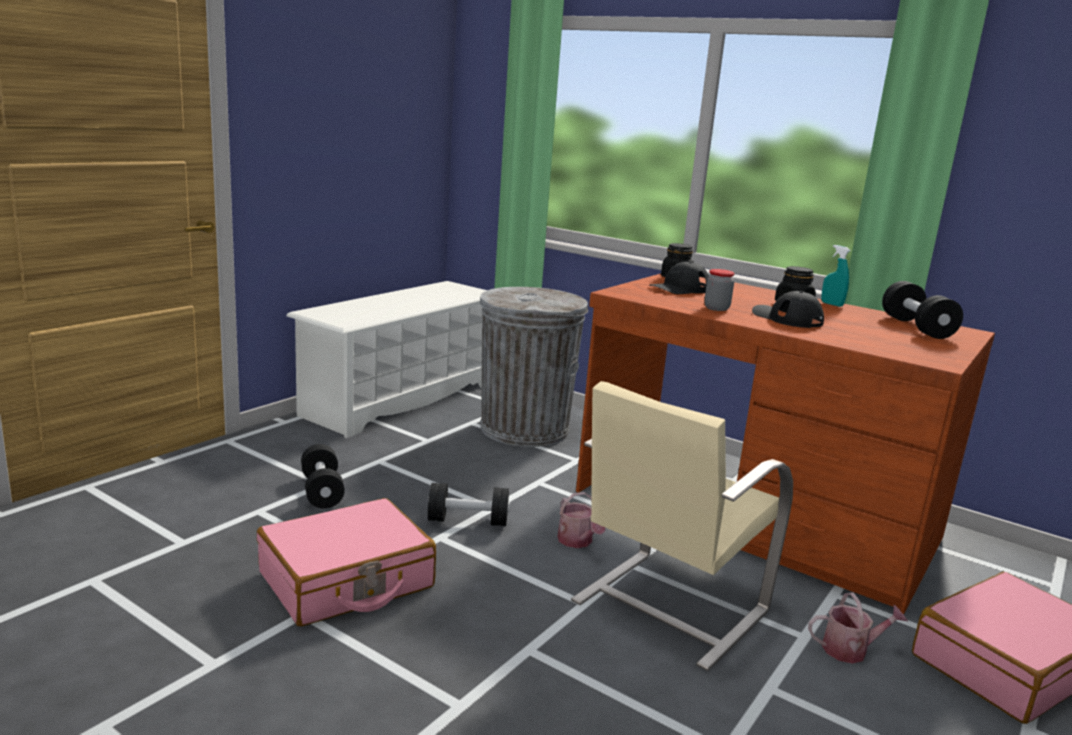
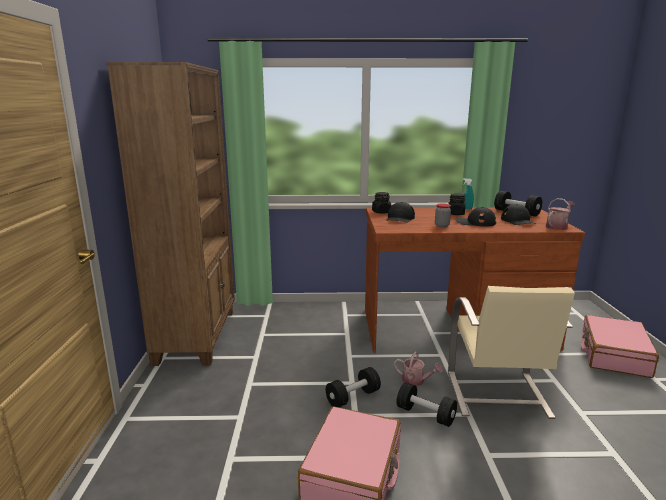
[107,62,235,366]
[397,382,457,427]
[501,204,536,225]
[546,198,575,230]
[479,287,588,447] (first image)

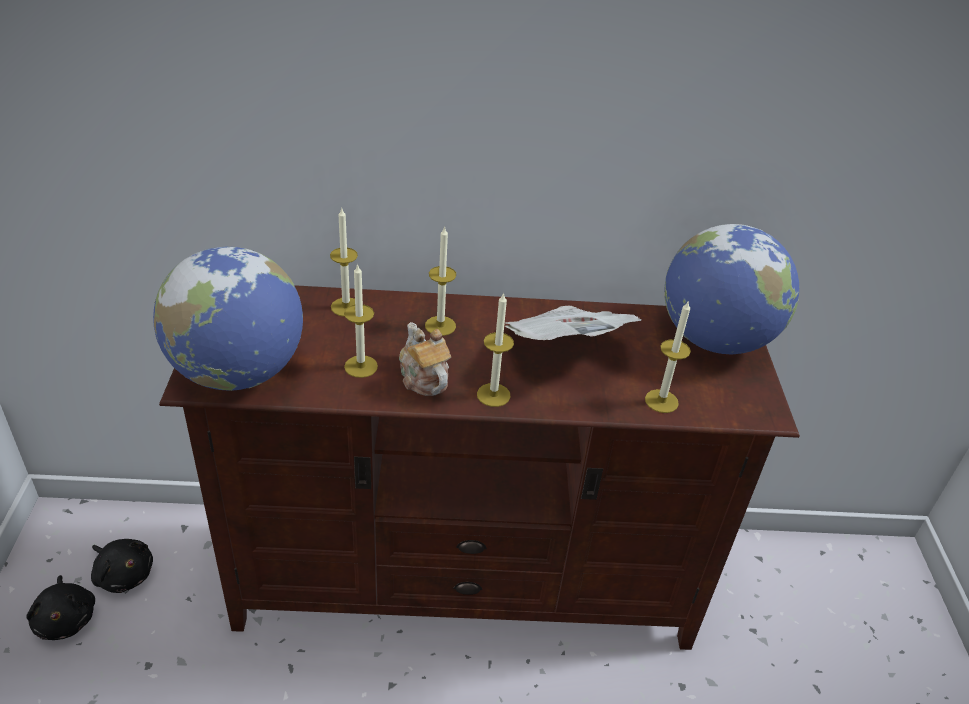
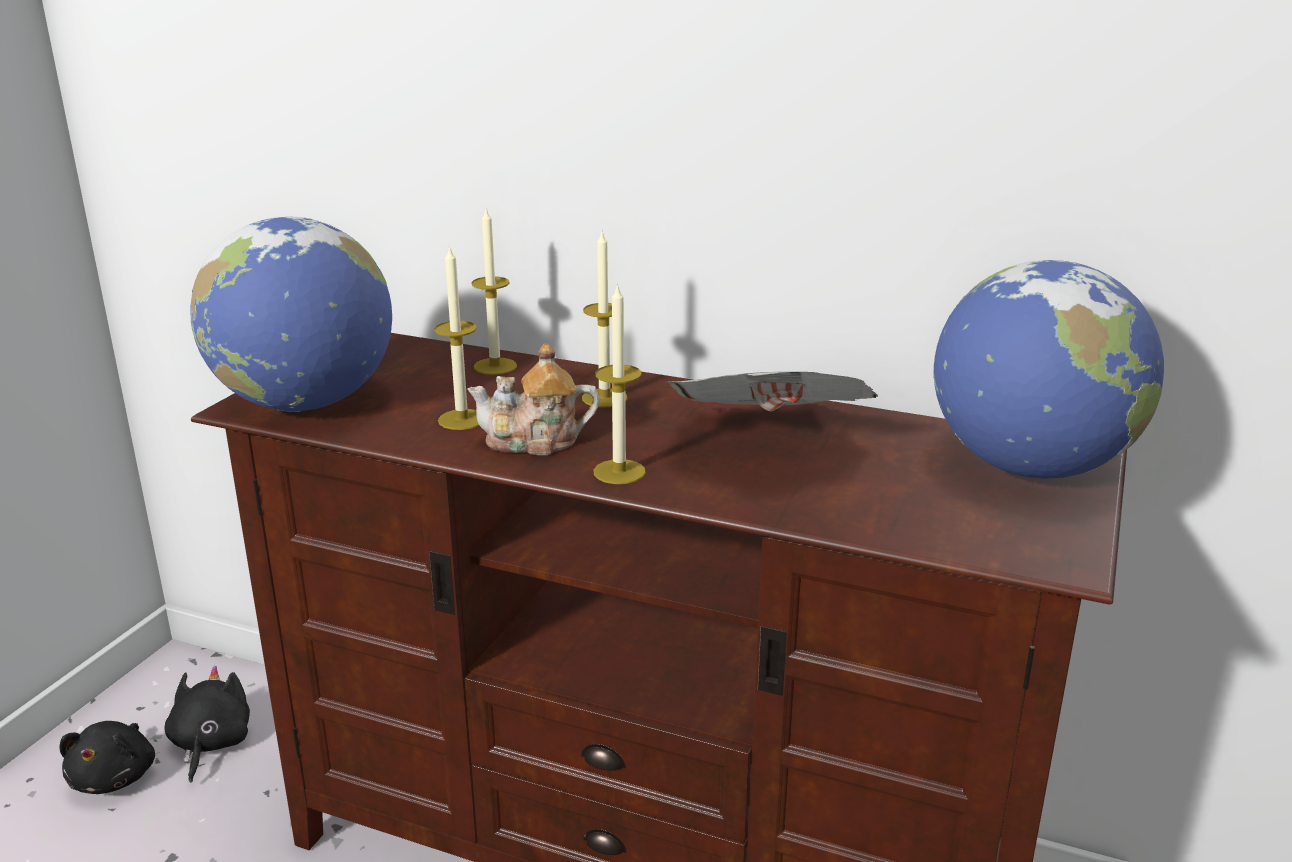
[164,666,250,783]
[467,343,599,455]
[645,300,691,413] (first image)

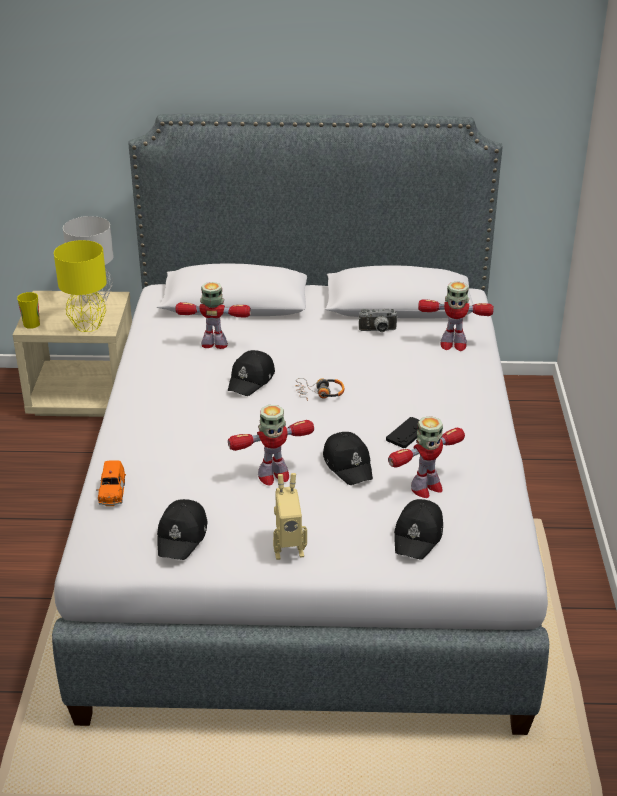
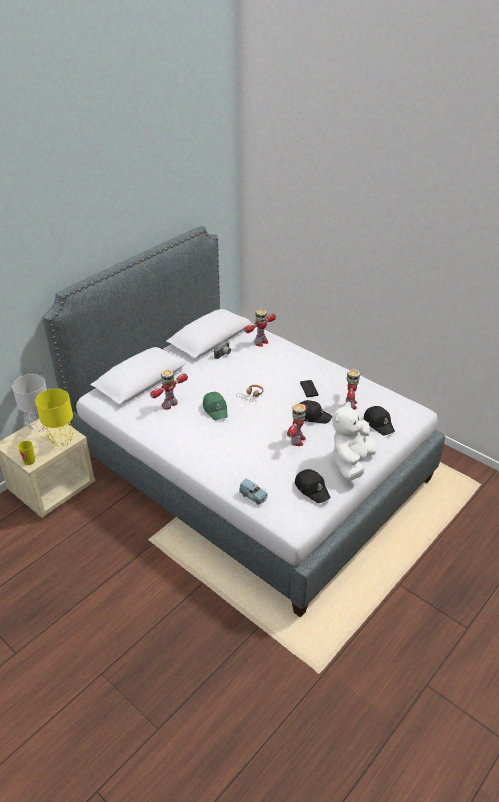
[203,392,228,420]
[239,479,268,505]
[331,402,377,480]

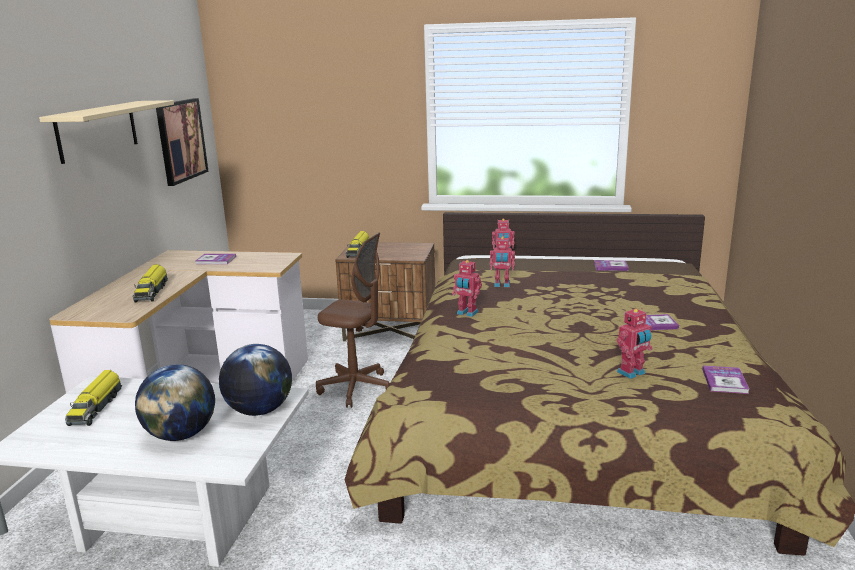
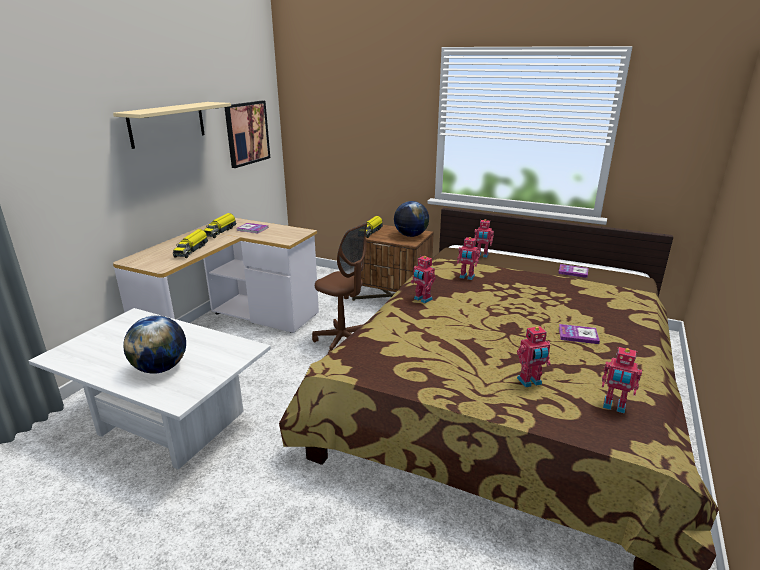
[203,213,237,238]
[394,201,429,237]
[602,347,642,414]

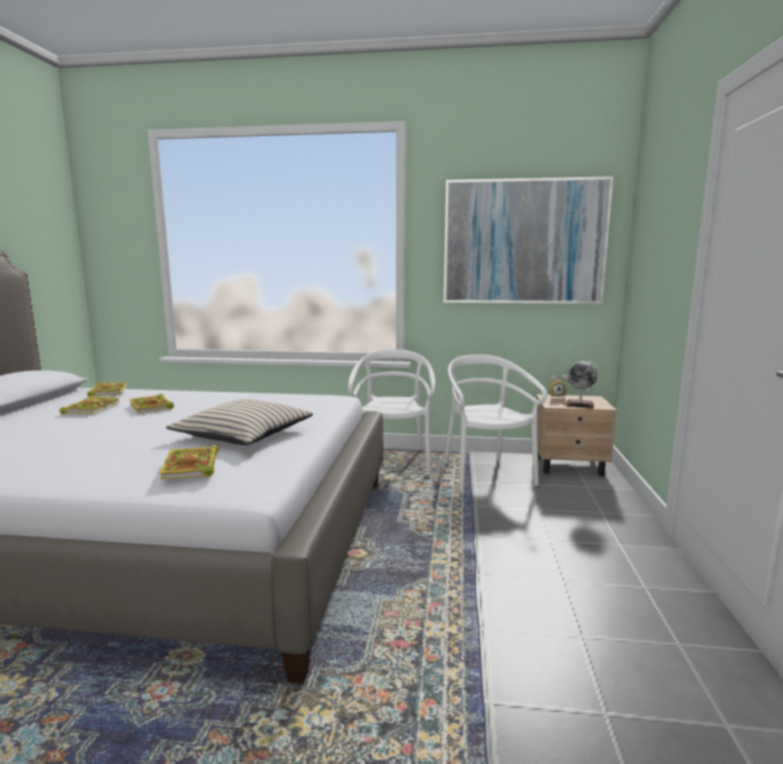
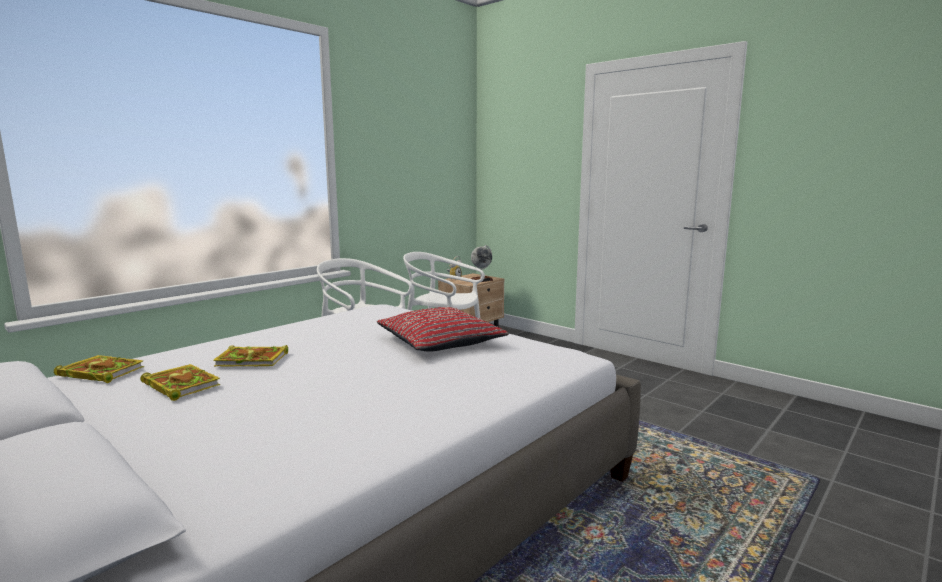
[377,307,509,352]
[159,445,219,480] (first image)
[444,176,613,304] (first image)

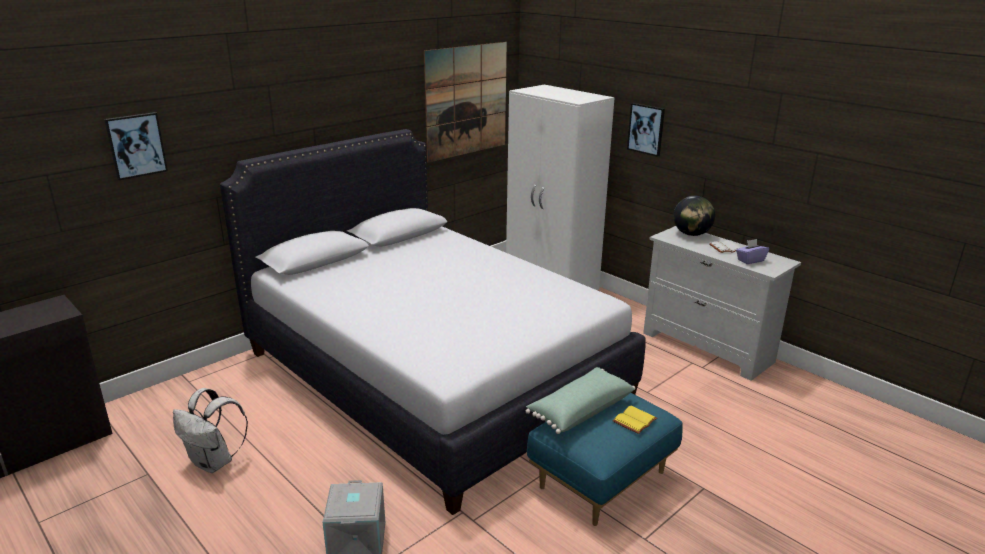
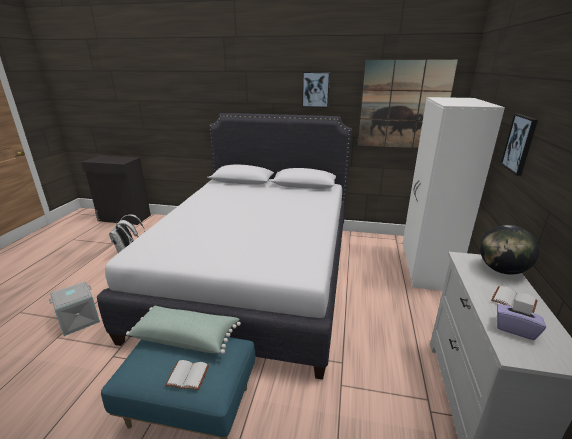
[165,360,209,390]
[302,72,330,108]

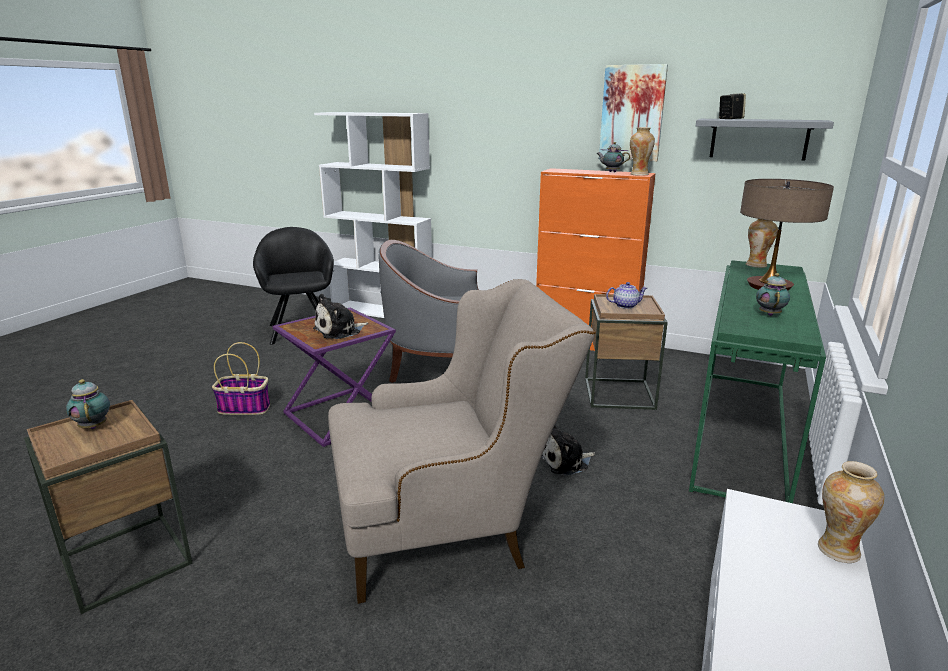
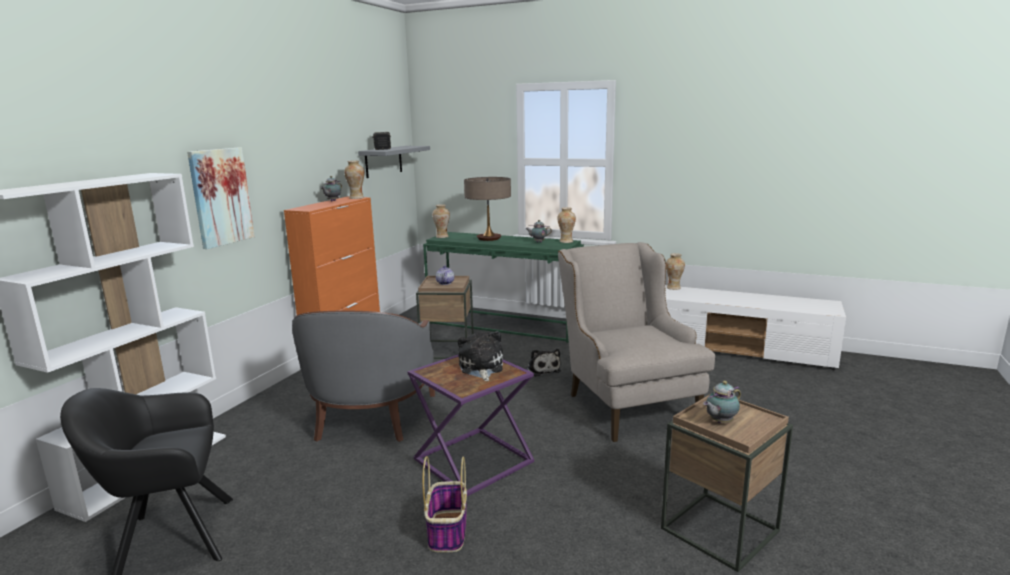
[187,148,255,249]
[458,331,503,381]
[557,207,576,243]

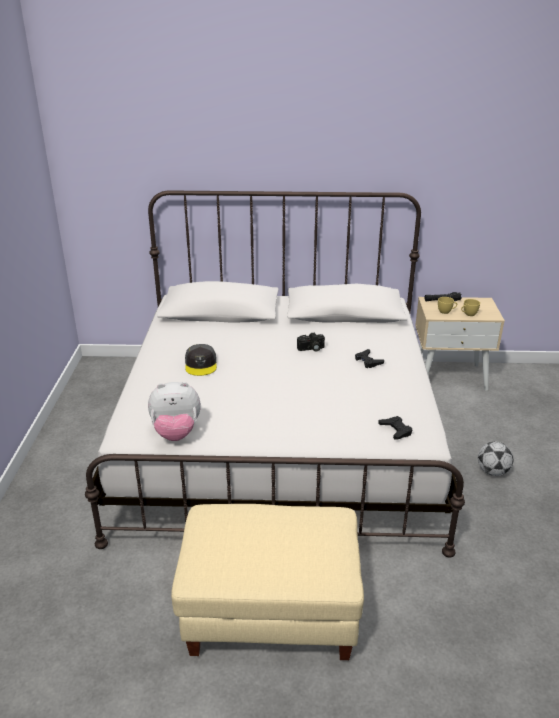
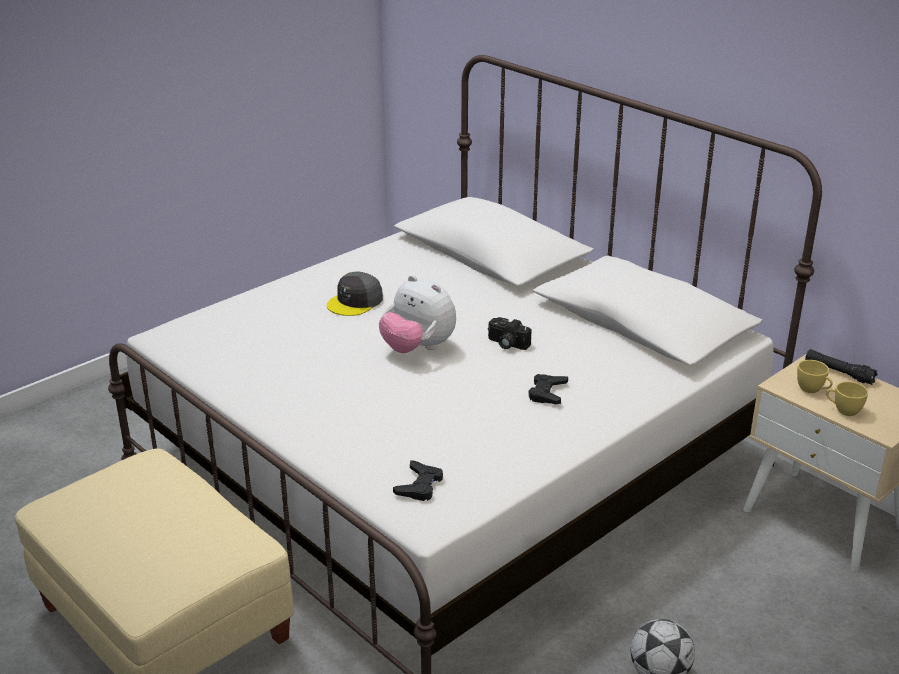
[379,275,456,353]

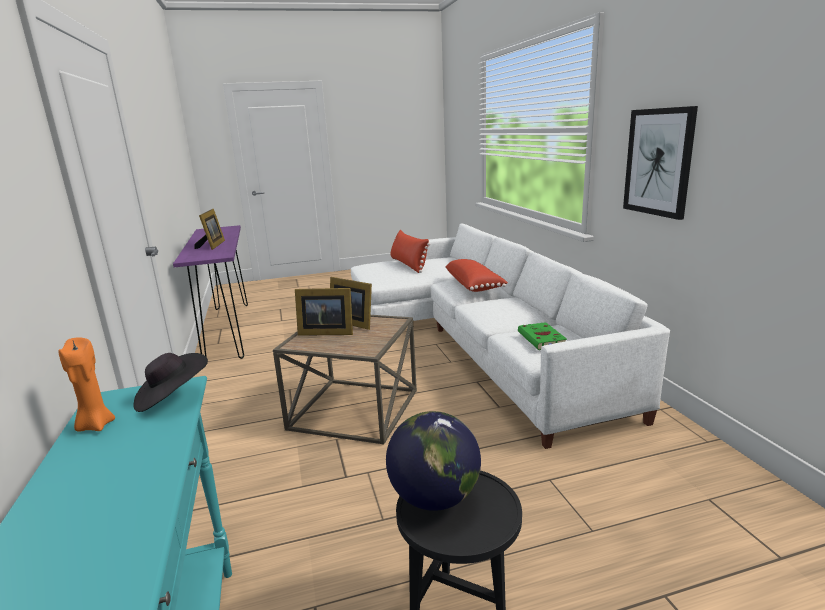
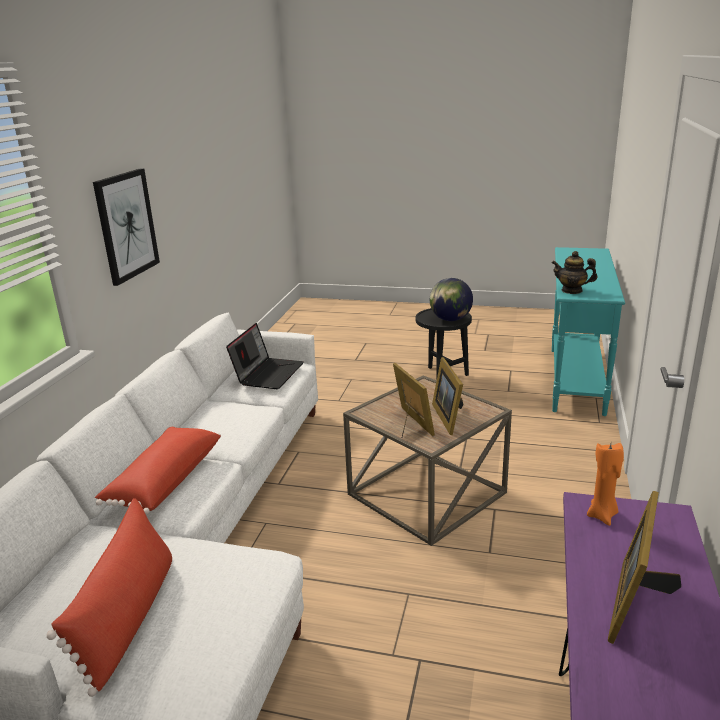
[226,323,304,389]
[432,357,463,435]
[552,251,597,294]
[587,443,624,526]

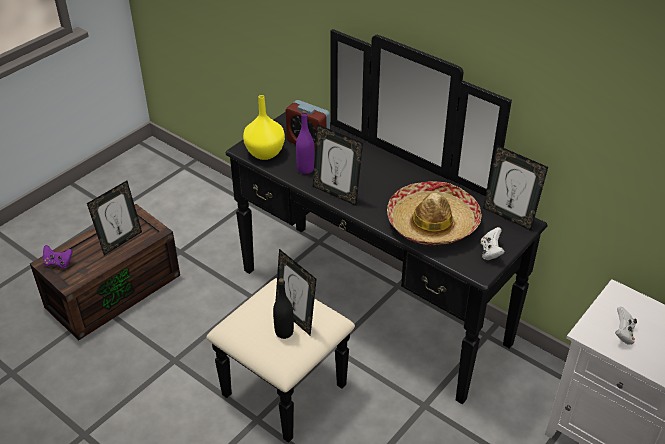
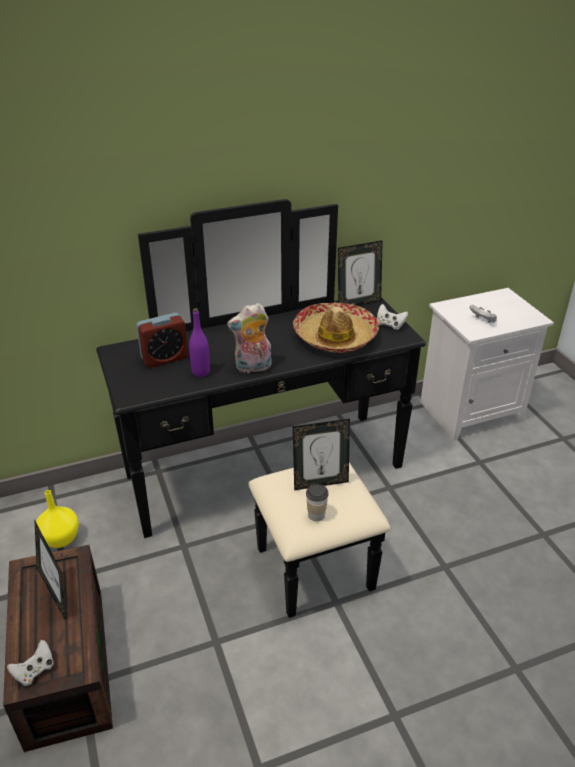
[7,640,54,686]
[36,490,79,548]
[227,303,272,374]
[306,483,329,521]
[273,278,294,339] (first image)

